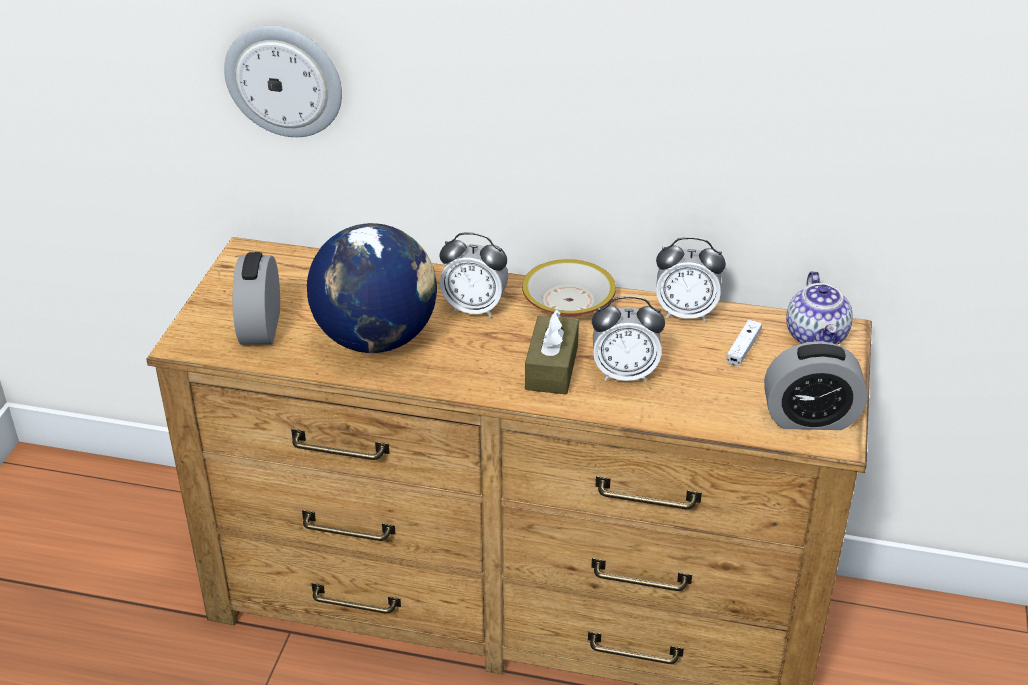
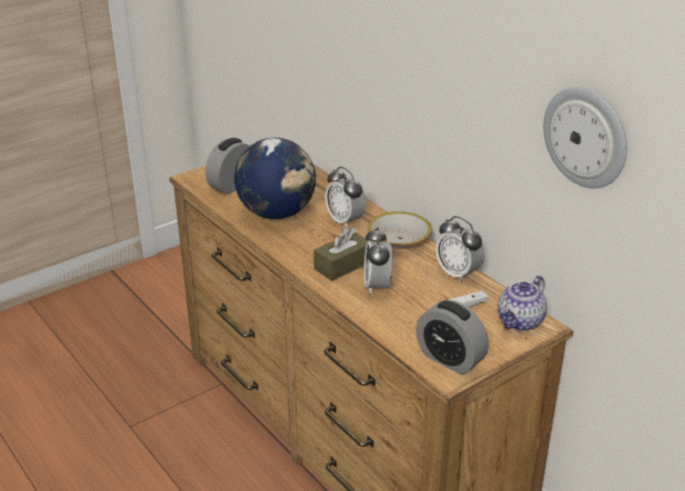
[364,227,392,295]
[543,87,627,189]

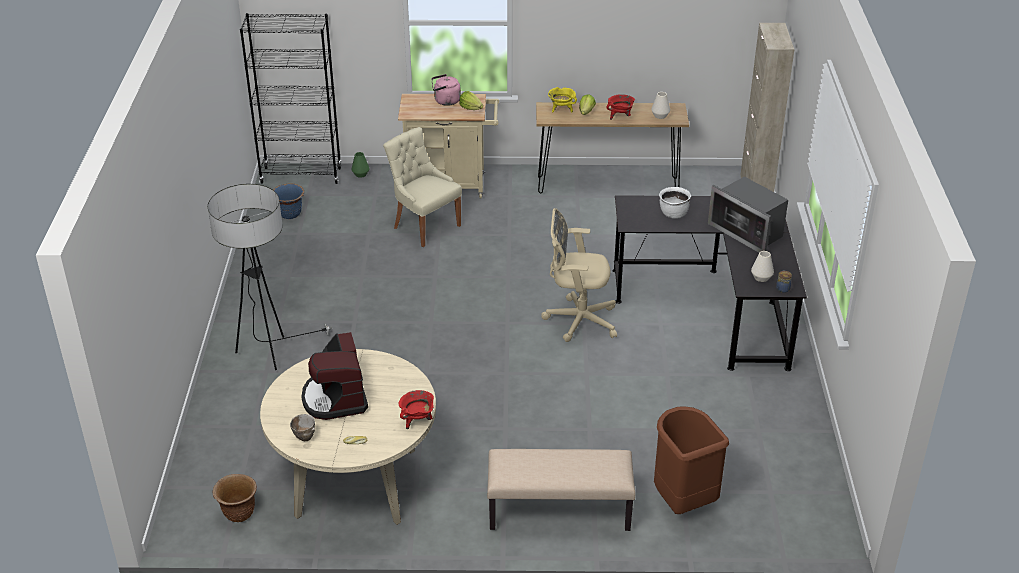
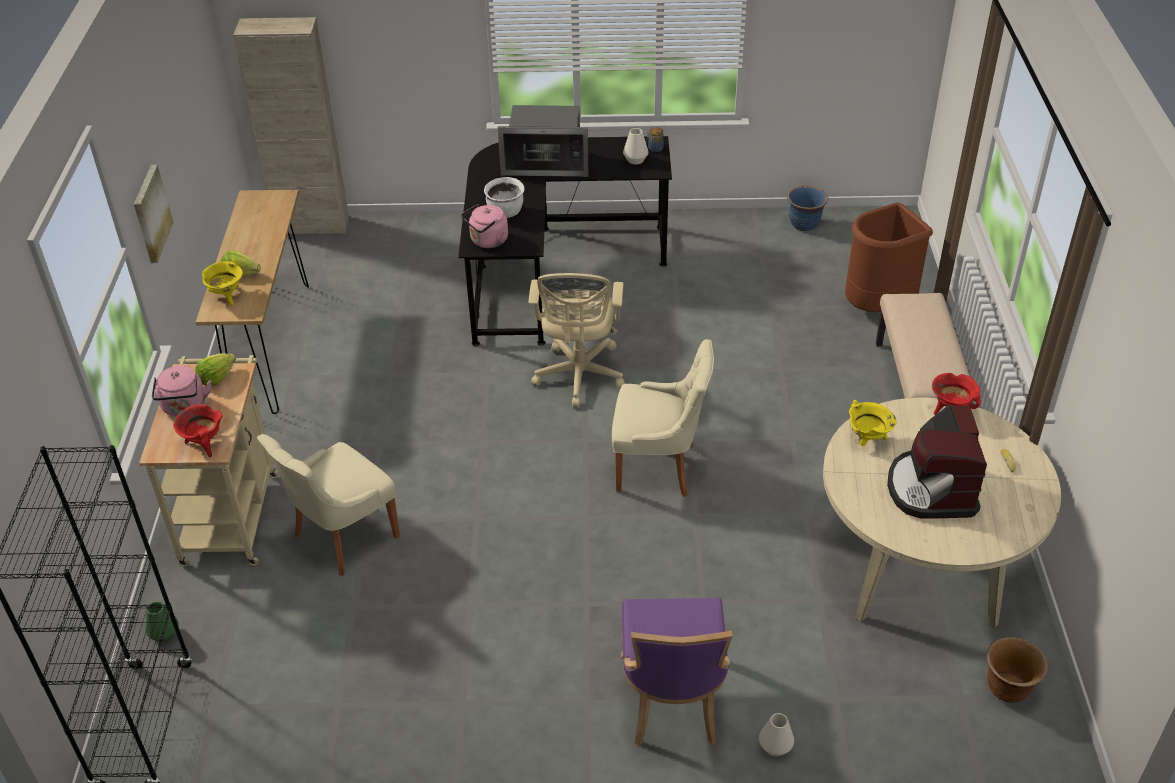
[134,164,173,263]
[173,404,223,457]
[461,204,508,248]
[498,105,589,177]
[612,339,714,497]
[621,598,732,746]
[759,713,794,756]
[787,185,828,231]
[849,400,896,446]
[887,404,987,519]
[290,414,315,441] (first image)

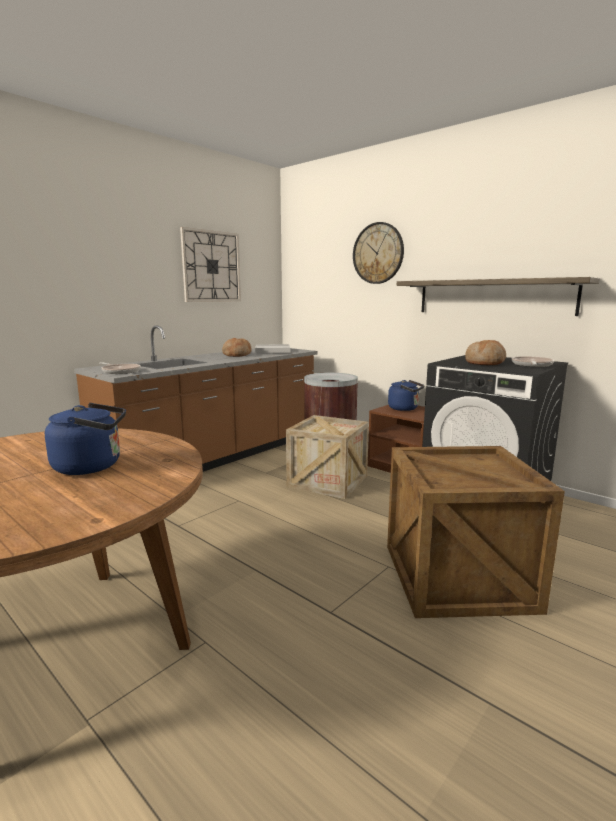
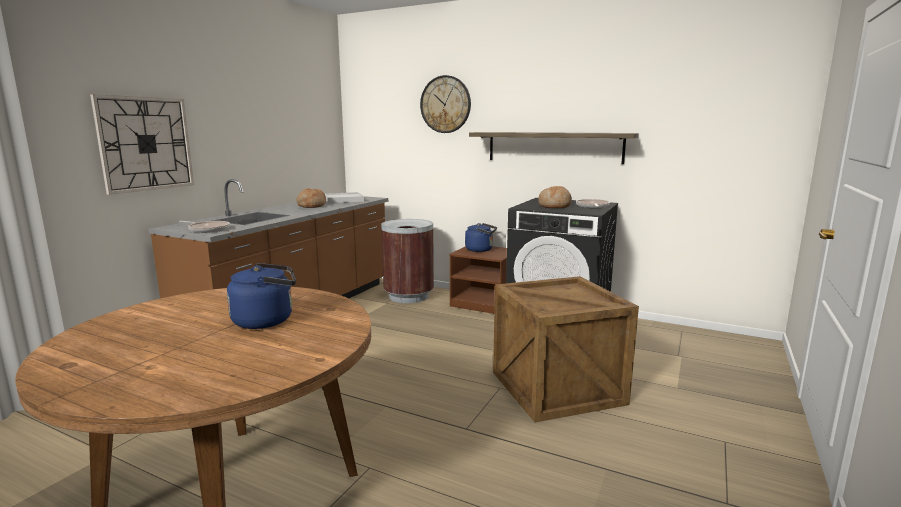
[90,94,194,195]
[286,415,369,499] (first image)

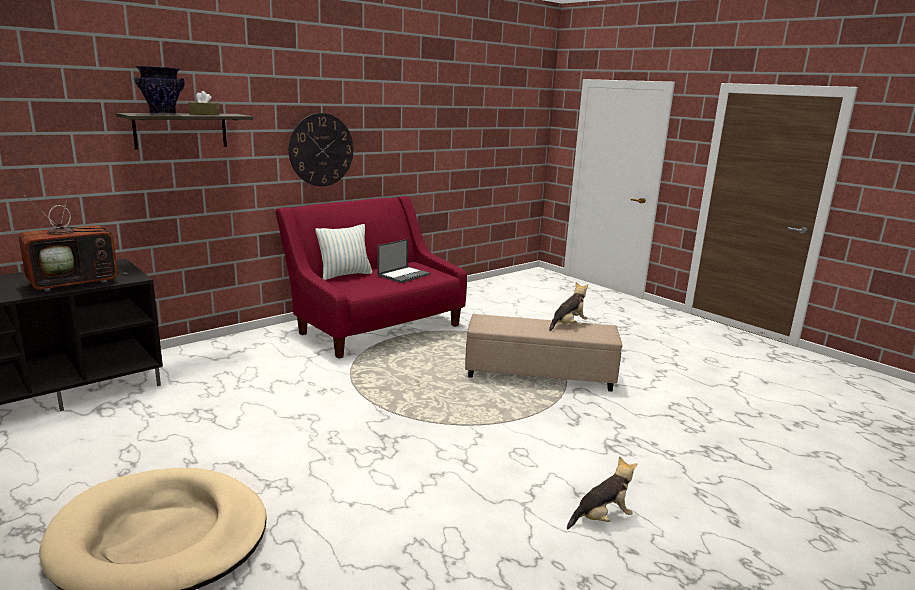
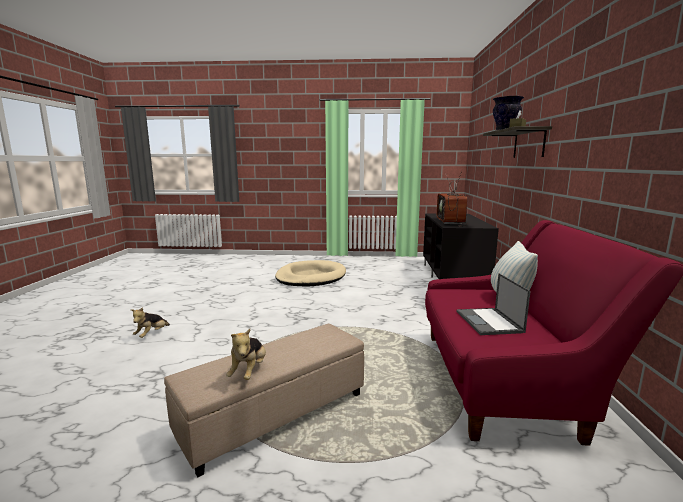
[289,113,353,186] (first image)

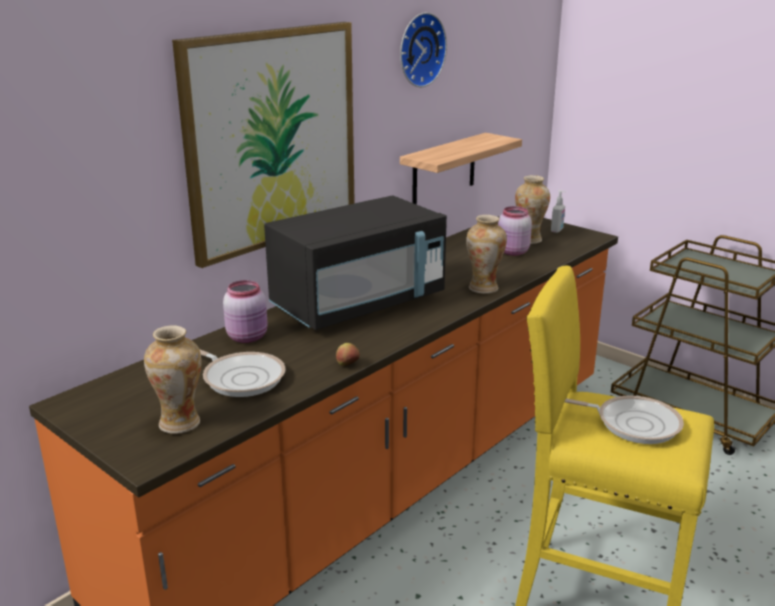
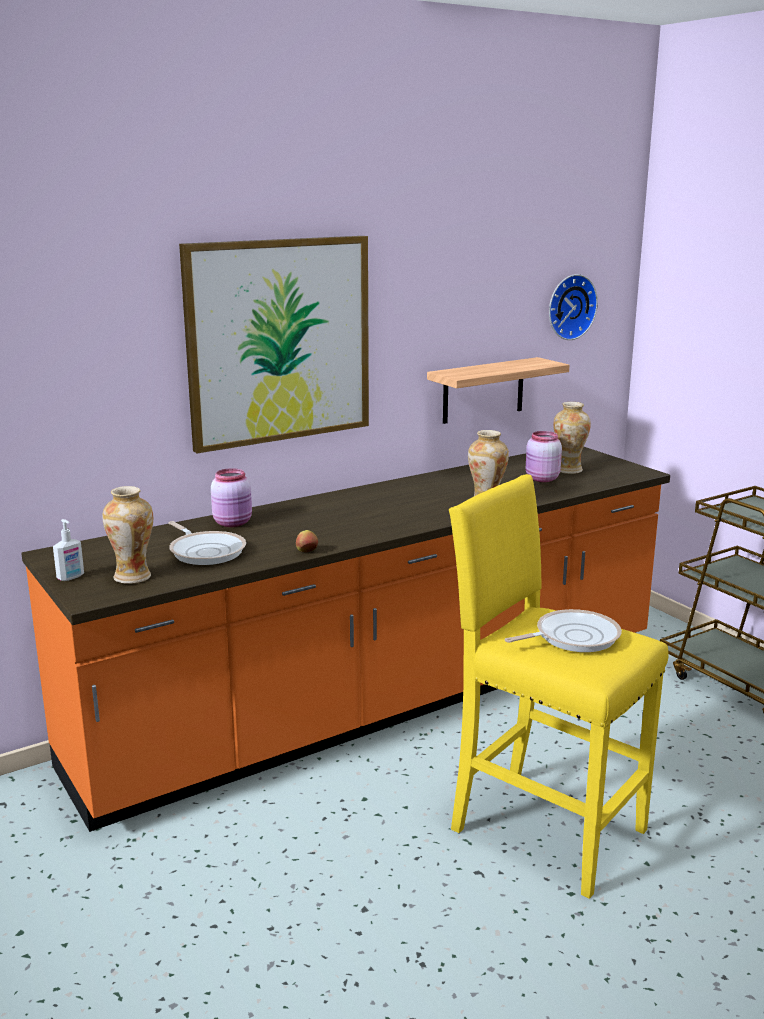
[53,519,84,581]
[505,609,622,652]
[549,274,598,340]
[264,195,447,330] (first image)

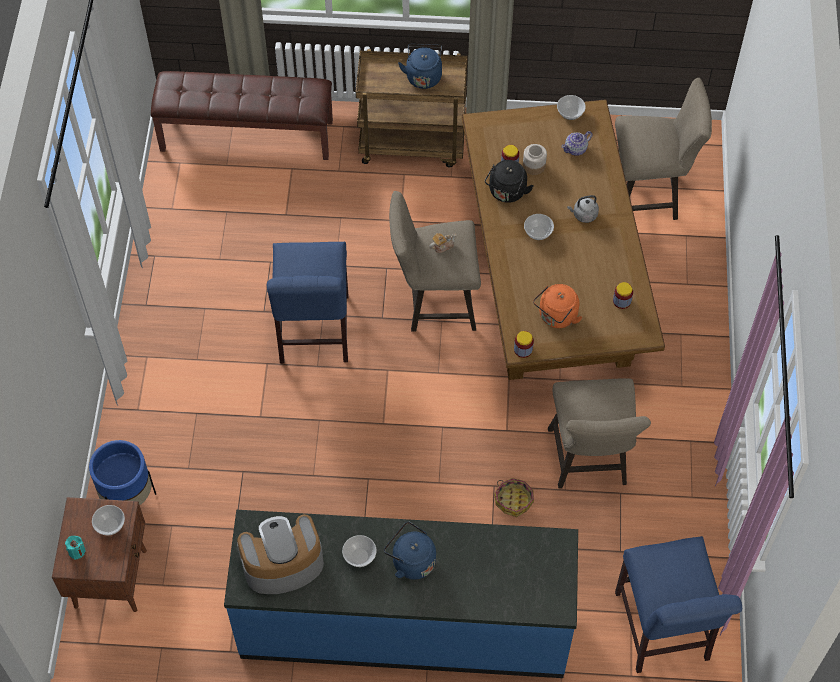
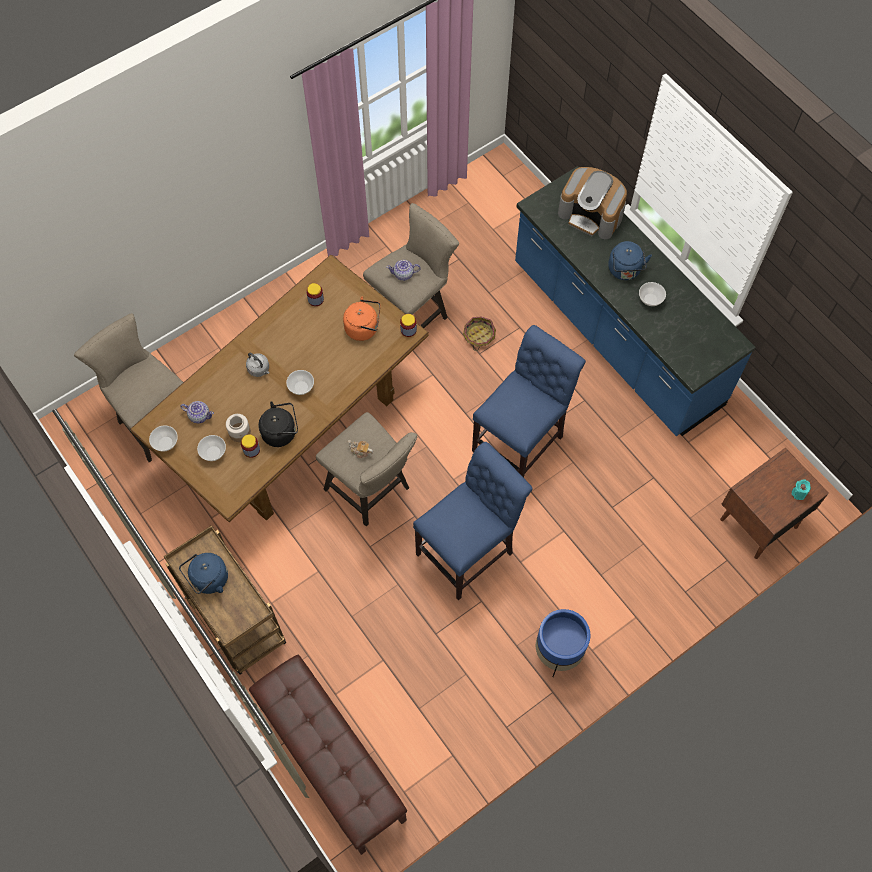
[197,435,226,461]
[386,260,421,281]
[472,325,586,478]
[536,609,590,677]
[558,167,627,239]

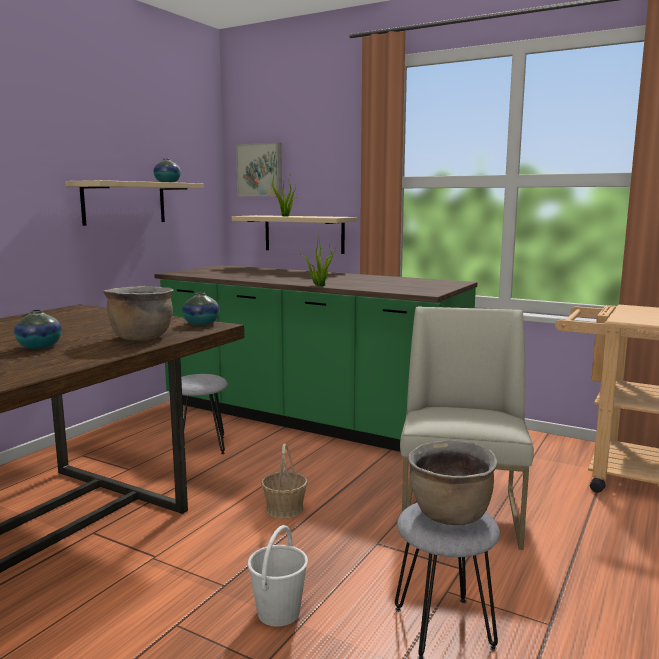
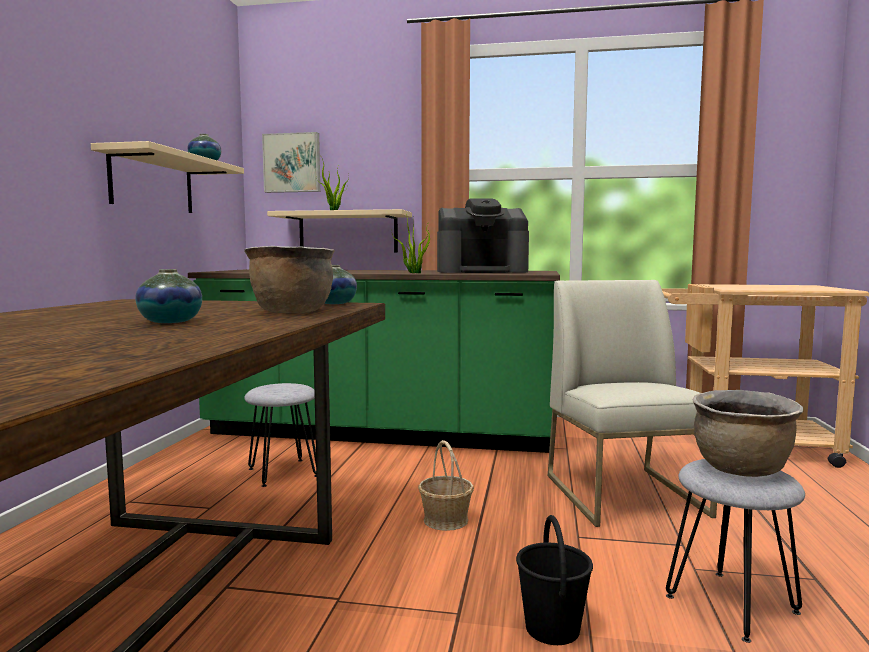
[437,198,529,273]
[516,515,593,645]

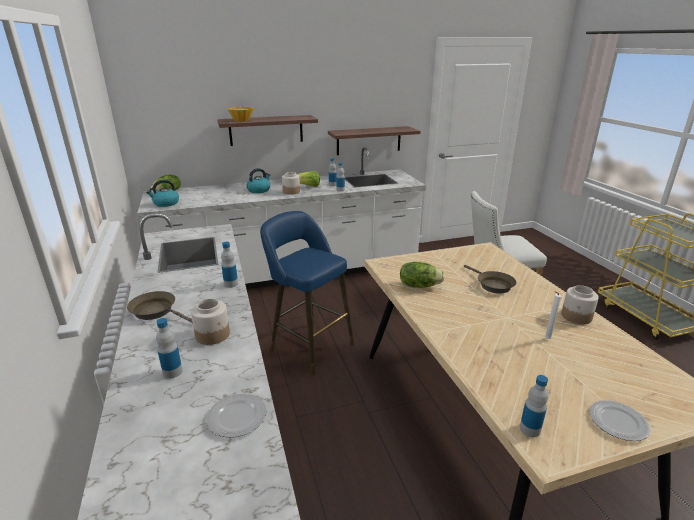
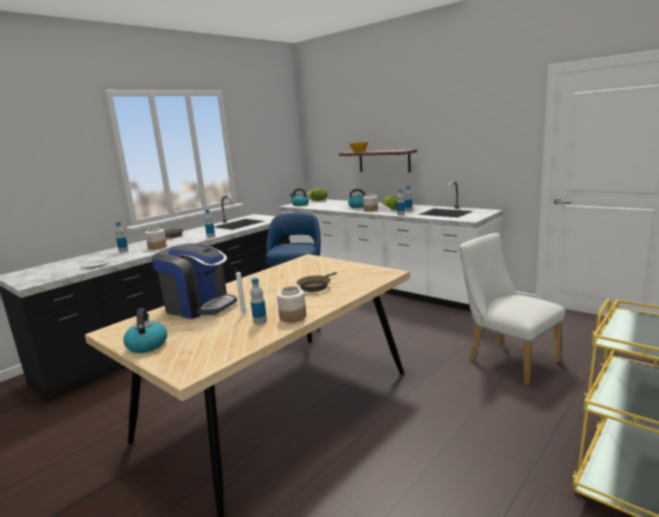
[123,308,167,353]
[151,244,237,319]
[250,278,267,324]
[328,126,420,155] (first image)
[400,262,445,288] (first image)

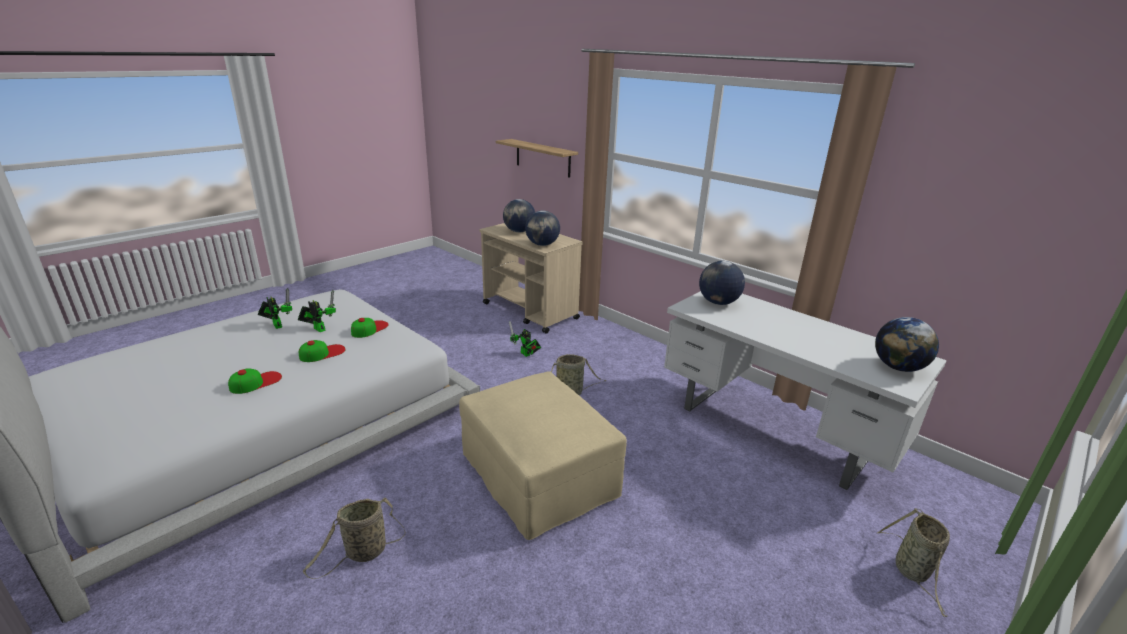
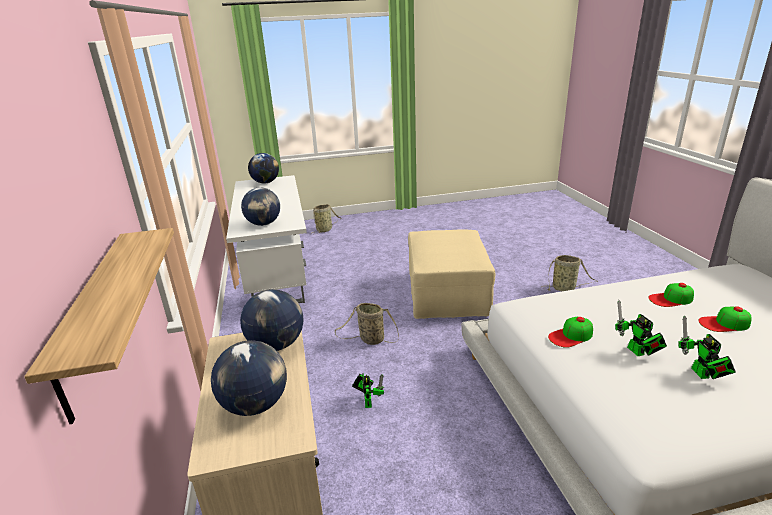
[698,306,752,332]

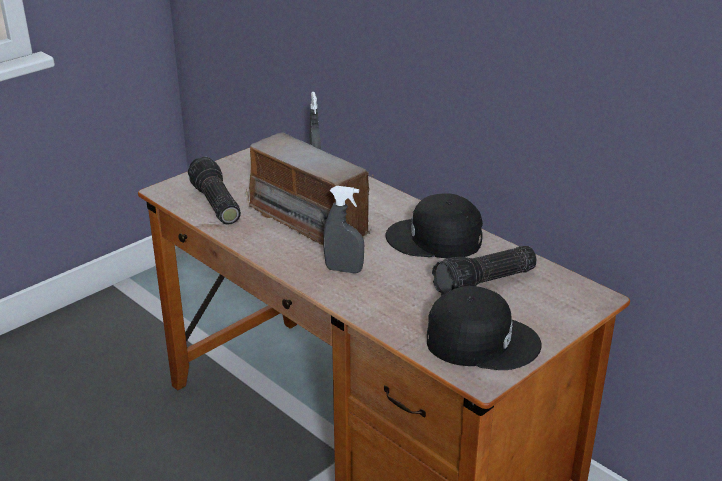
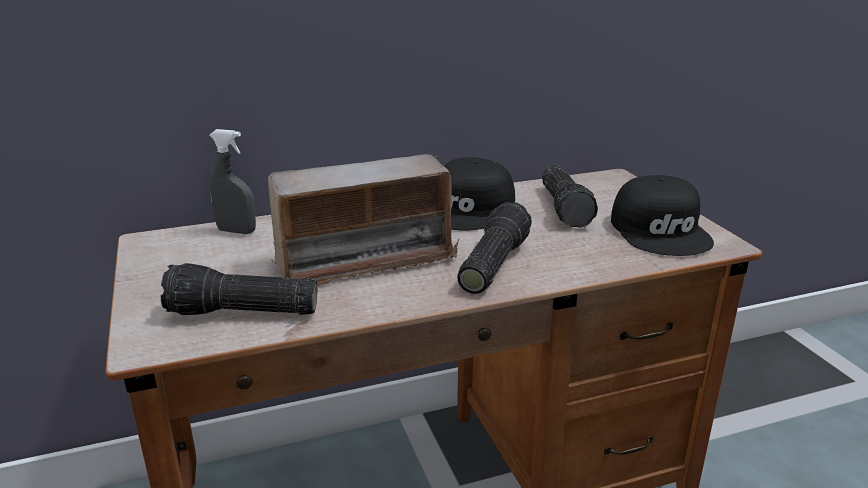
[457,202,532,294]
[611,175,714,256]

